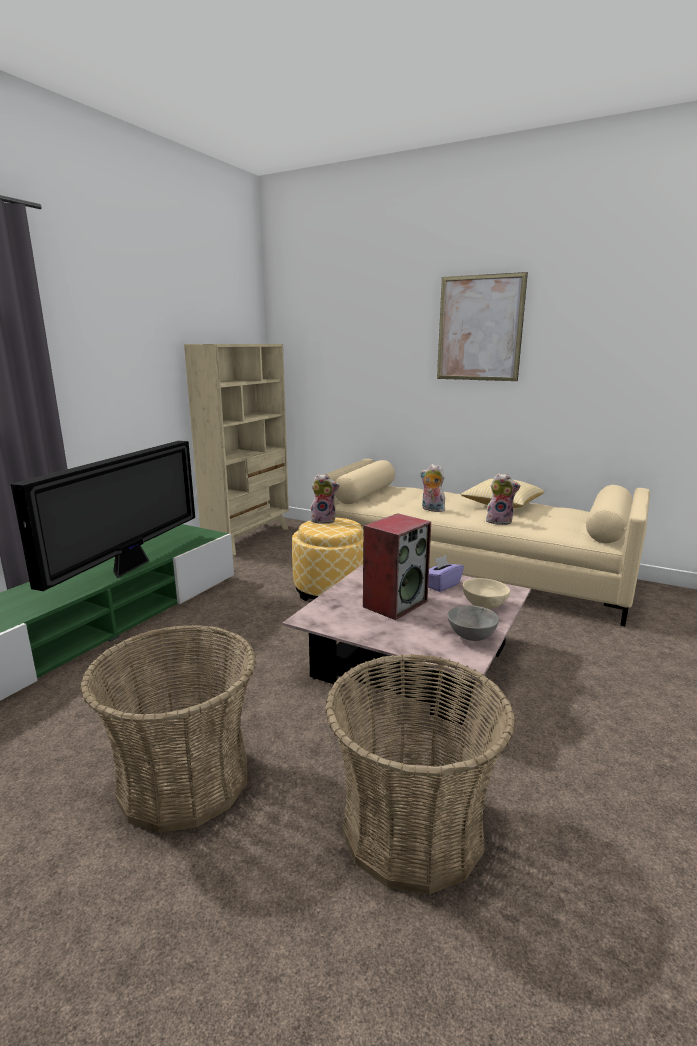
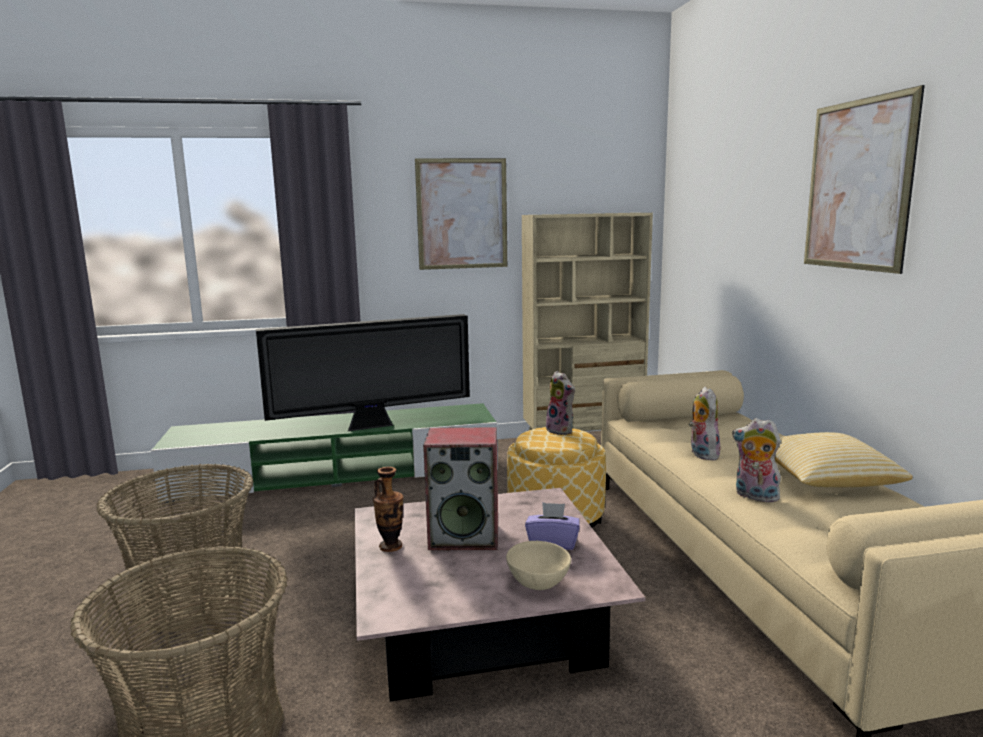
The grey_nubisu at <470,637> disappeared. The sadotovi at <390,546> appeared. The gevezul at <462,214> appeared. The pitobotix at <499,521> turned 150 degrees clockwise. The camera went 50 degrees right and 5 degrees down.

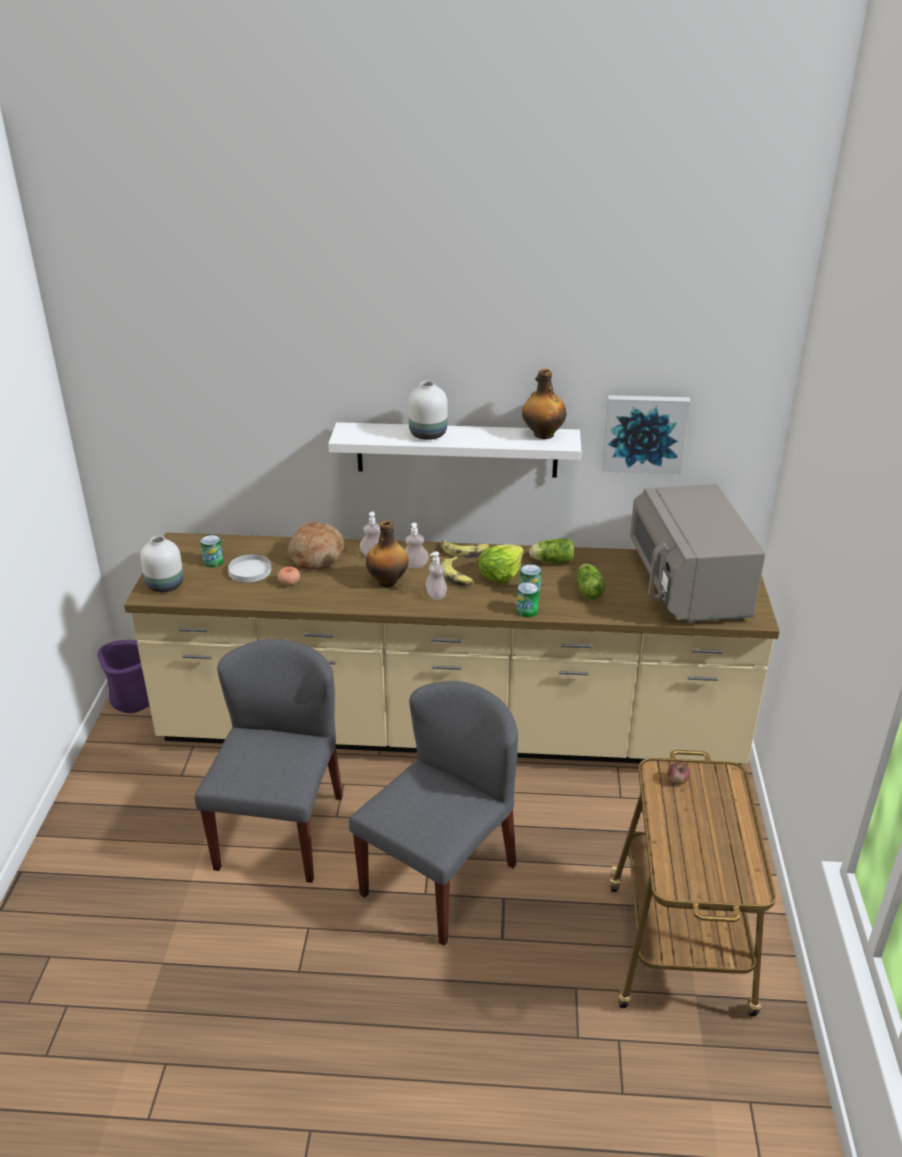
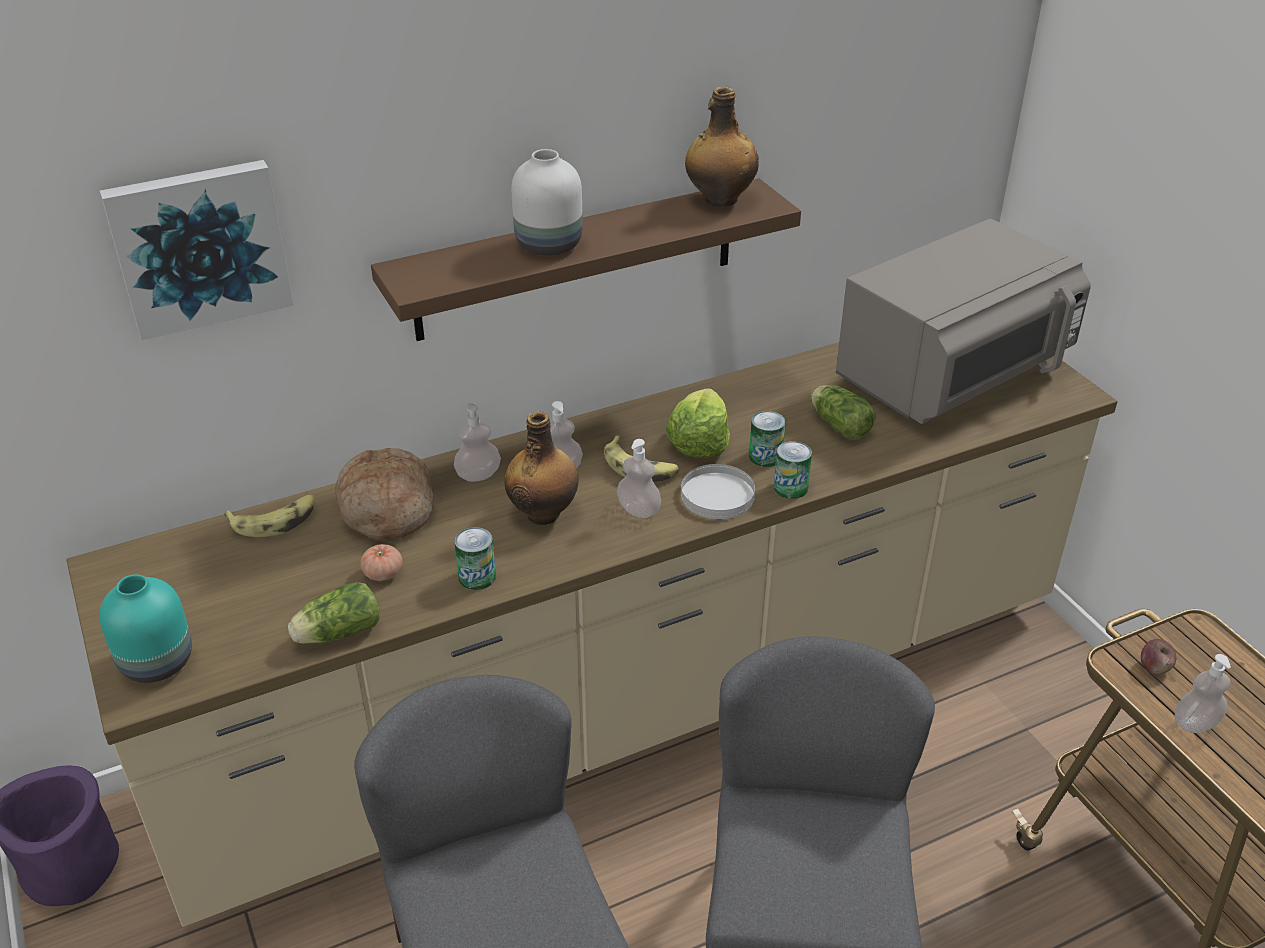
The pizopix at <1195,723> appeared. The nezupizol moved from <213,562> to <477,577>. The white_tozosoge moved from <249,570> to <717,495>. The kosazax moved from <465,552> to <275,521>. The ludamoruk moved from <551,561> to <336,633>. The gevezul moved from <644,433> to <199,246>. The white_sadotovi at <165,586> became the turquoise_sadotovi at <158,663>. The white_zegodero at <457,449> became the brown_zegodero at <577,260>. The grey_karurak at <687,587> turned 90 degrees counterclockwise. The camera went 30 degrees left and 5 degrees up.

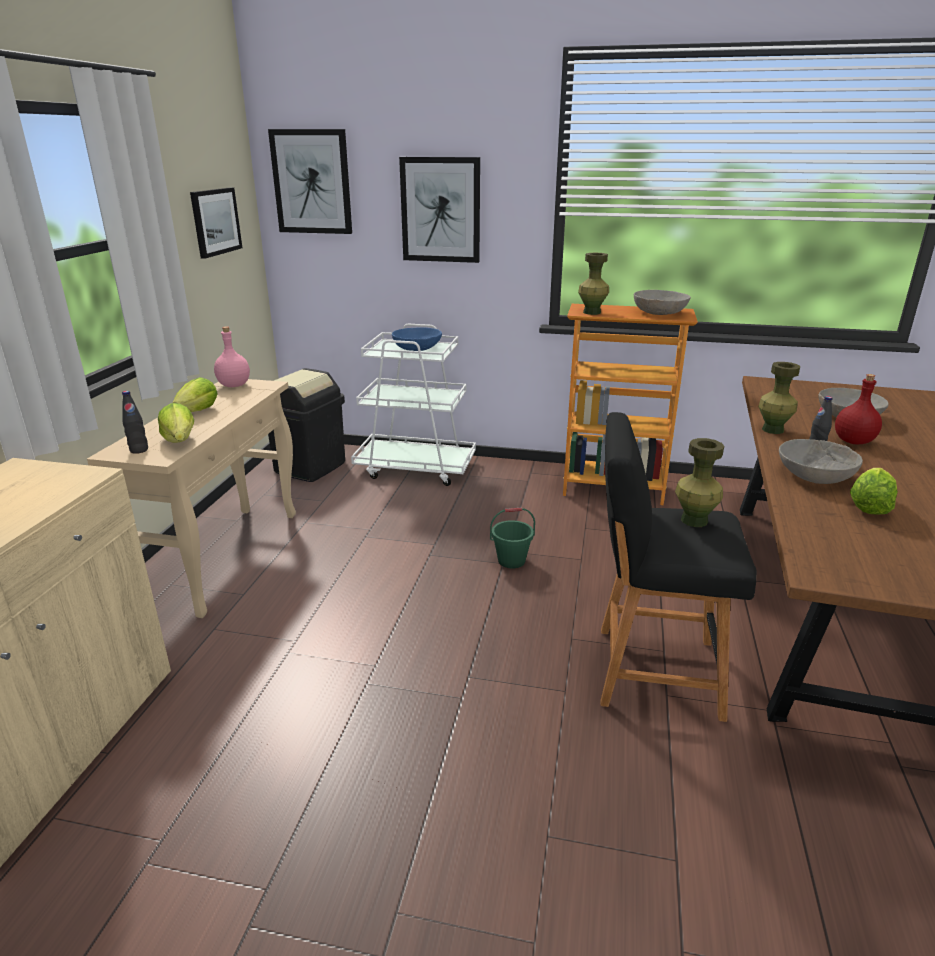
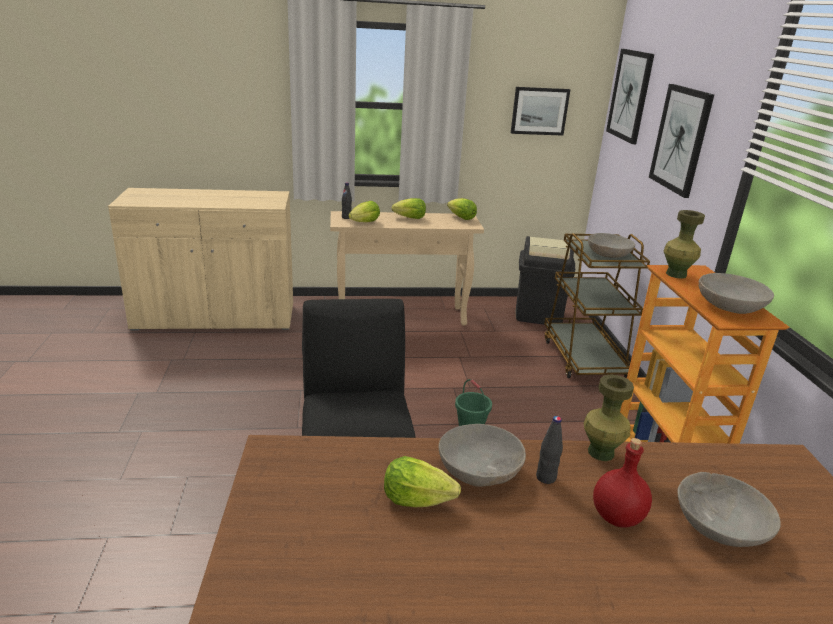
The green_sadotovi at <694,520> disappeared. The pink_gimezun at <235,385> was replaced by the ludamoruk at <461,218>. The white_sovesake at <416,468> became the brown_sovesake at <583,358>. The blue_nubisu at <417,348> became the grey_nubisu at <608,254>. The camera went 70 degrees right and 0 degrees up.

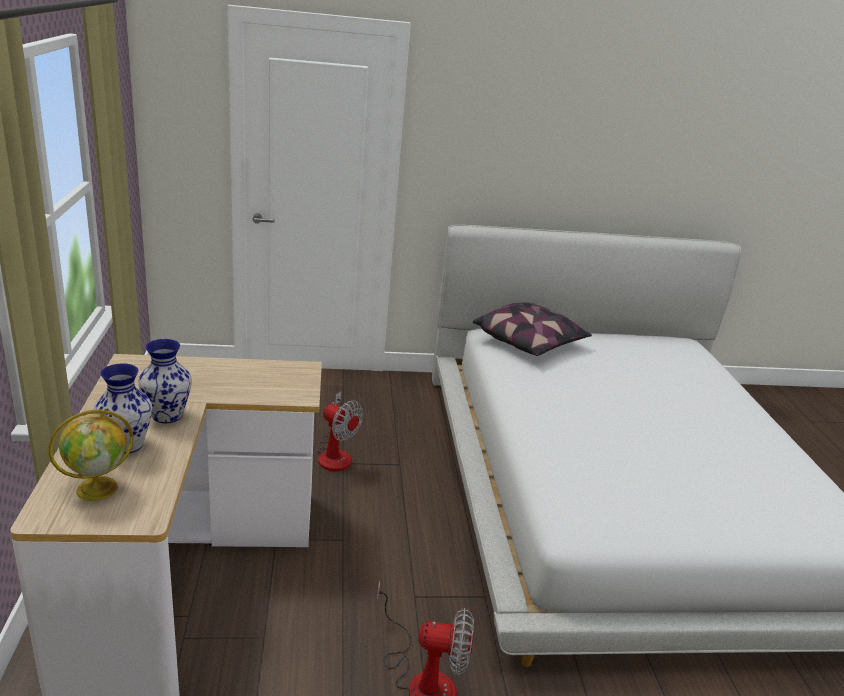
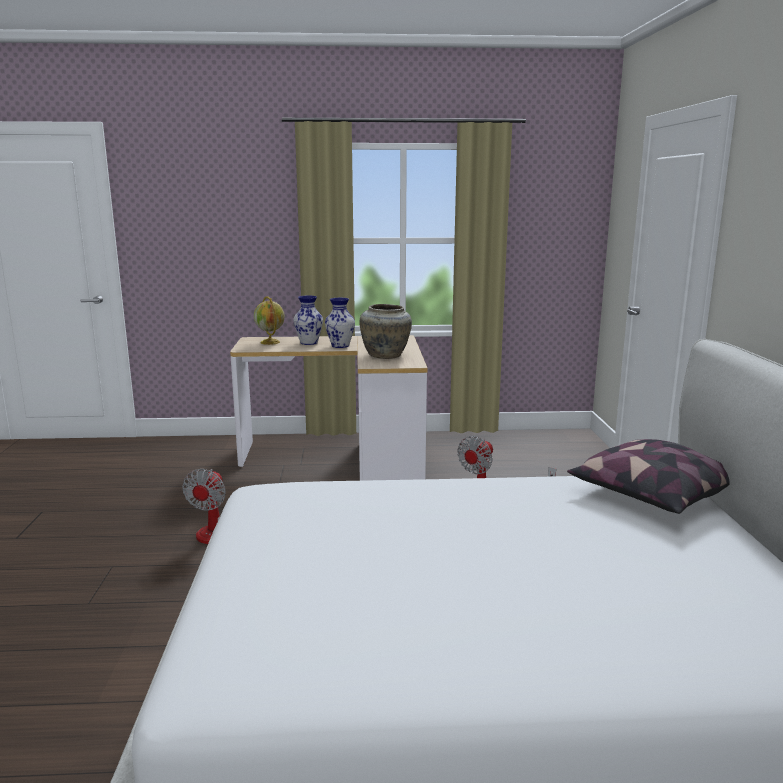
The beige_sadotovi at <385,356> appeared. The camera went 95 degrees right and 10 degrees down.

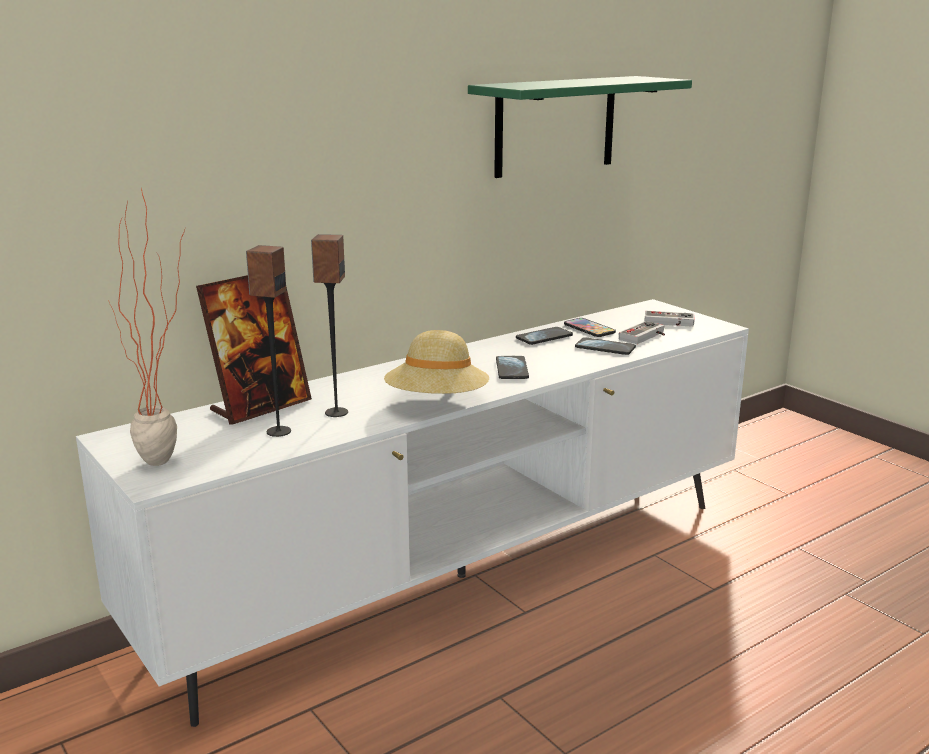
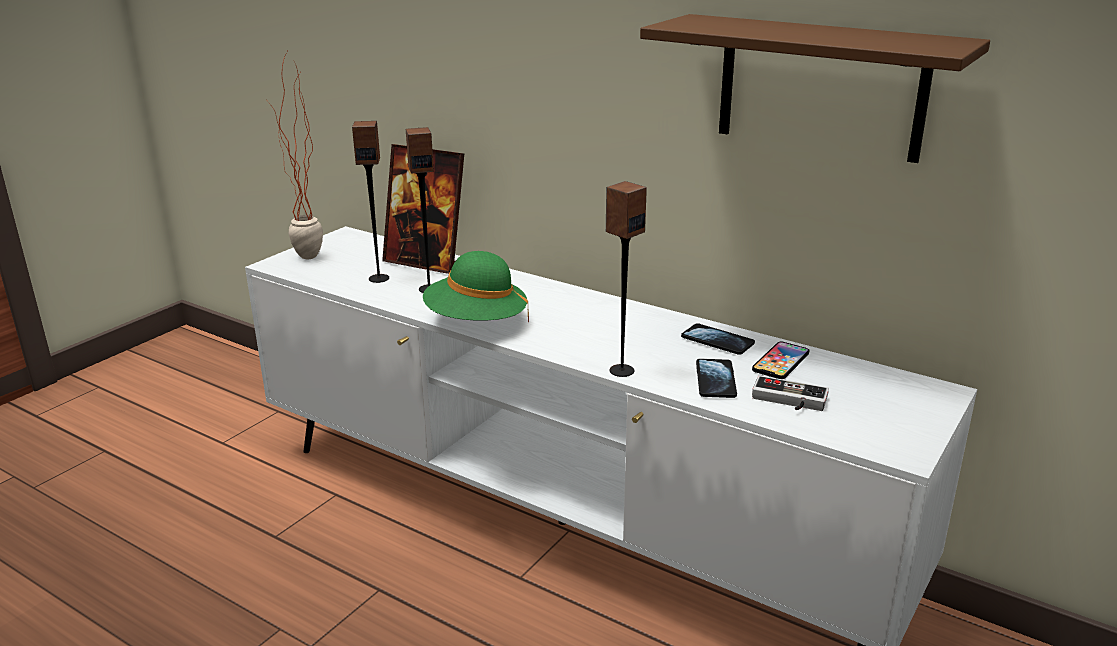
The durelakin at <512,369> disappeared. The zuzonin at <669,323> disappeared. The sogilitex at <621,370> appeared. The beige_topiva at <437,403> became the green_topiva at <476,322>. The green_zegodero at <555,126> became the brown_zegodero at <820,87>. The camera went 70 degrees right and 5 degrees up.

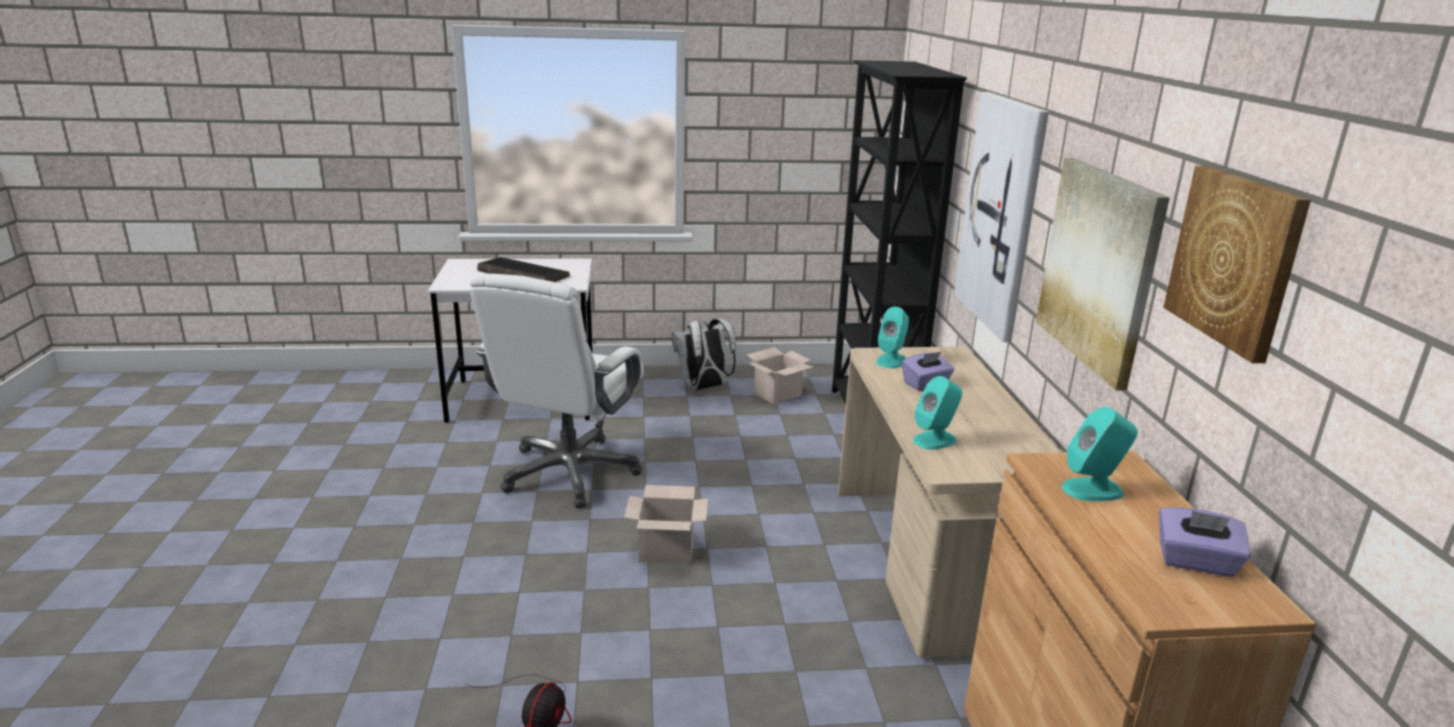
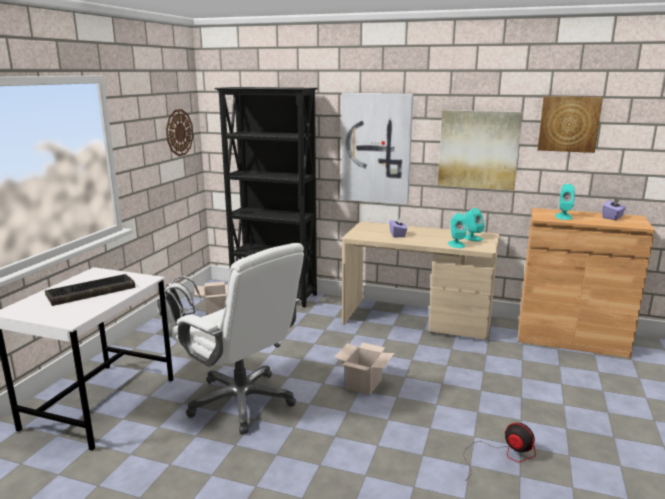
The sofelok at <179,132> appeared. The turquoise_sogilitex moved from <891,360> to <472,238>. The camera went 65 degrees left and 5 degrees down.

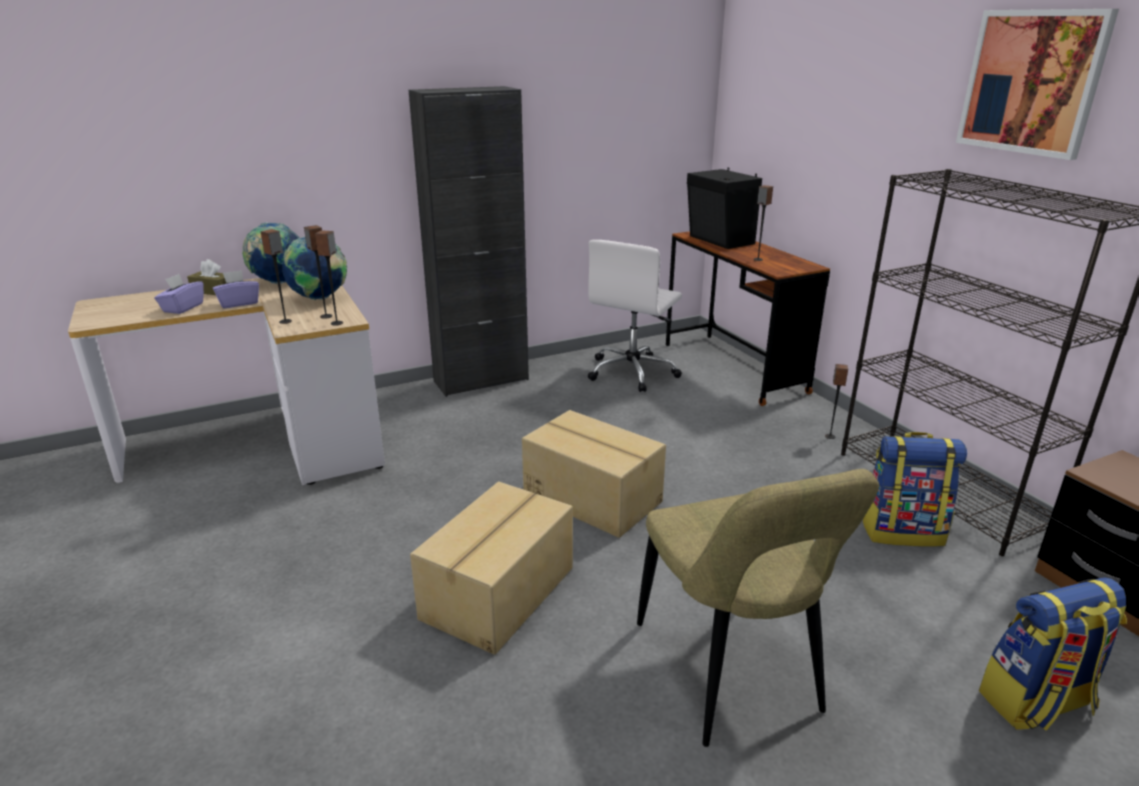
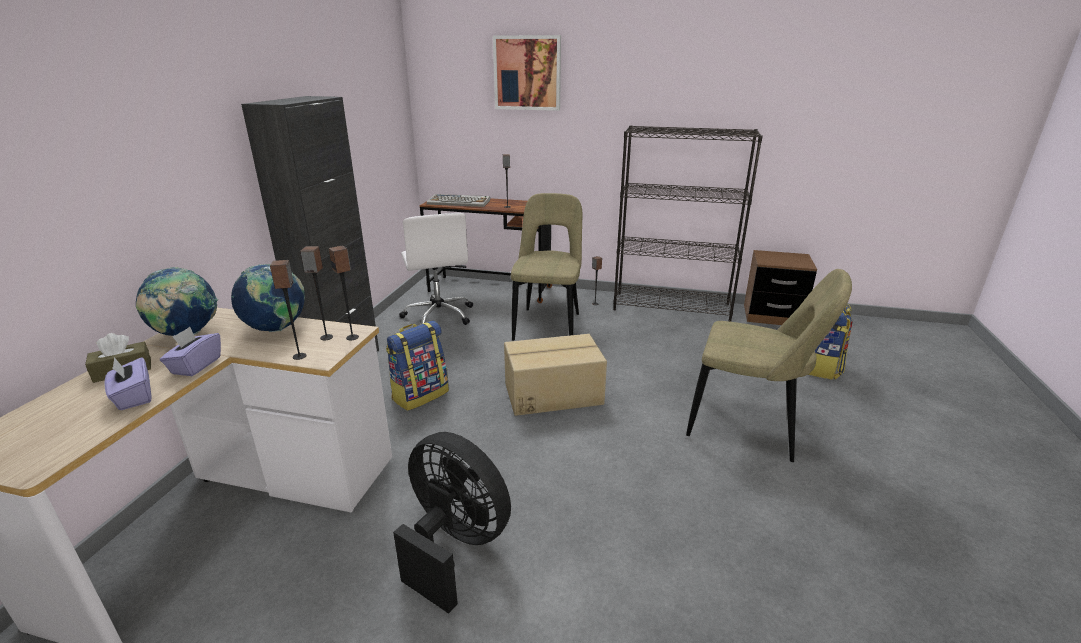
The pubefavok at <500,593> disappeared. The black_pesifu at <454,545> appeared. The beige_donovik at <548,325> appeared. The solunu moved from <902,531> to <420,395>. The gevezul moved from <1032,82> to <527,73>. The black_sogilitex at <720,240> was replaced by the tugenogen at <459,202>. The camera went 50 degrees left and 0 degrees up.

